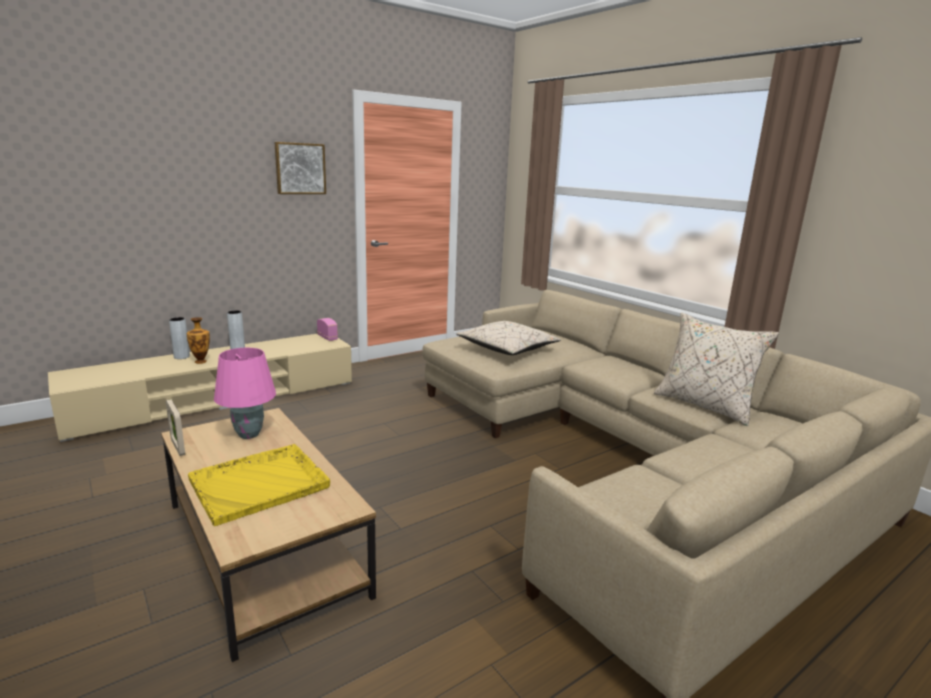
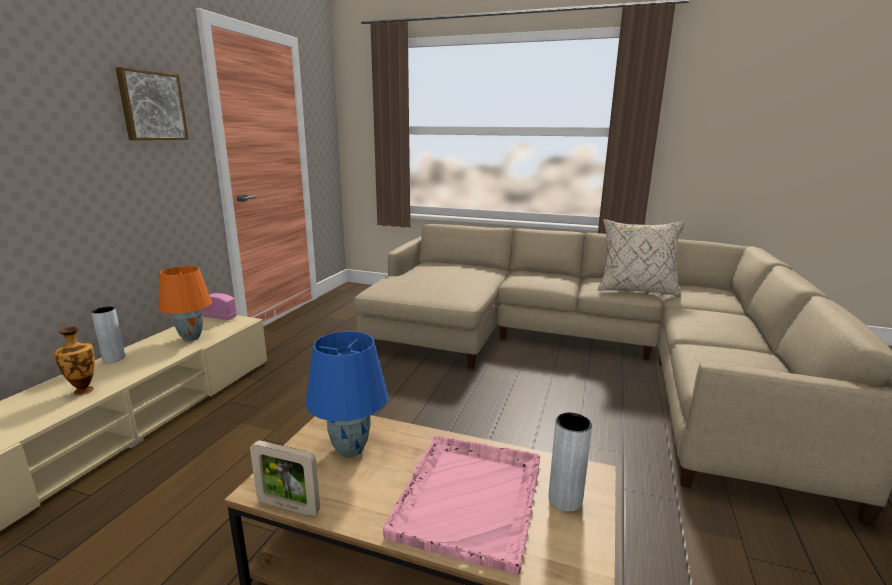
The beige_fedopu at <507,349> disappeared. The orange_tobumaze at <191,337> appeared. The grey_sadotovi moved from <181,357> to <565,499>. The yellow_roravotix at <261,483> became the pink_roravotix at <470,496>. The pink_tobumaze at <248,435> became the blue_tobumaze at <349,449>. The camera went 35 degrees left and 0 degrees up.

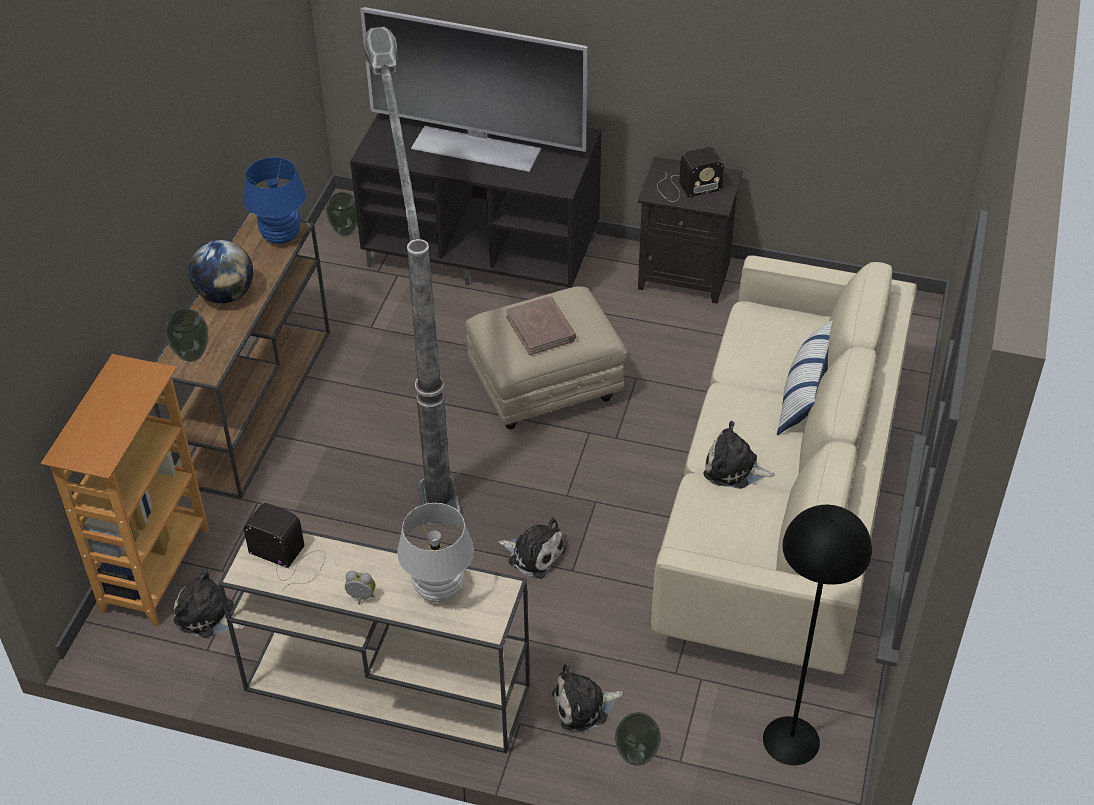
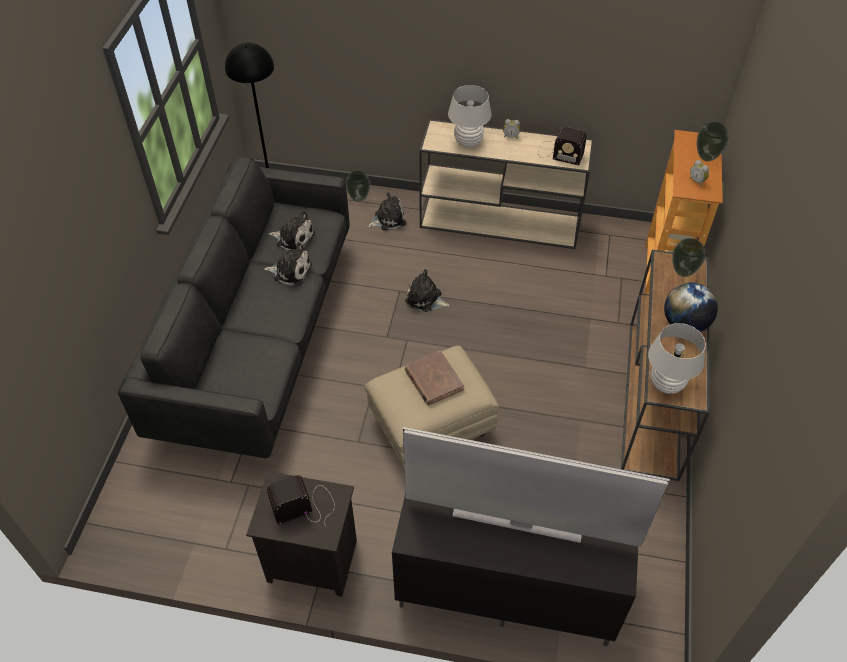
The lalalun at <421,408> disappeared. The fedopu at <804,393> disappeared. The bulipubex at <697,181> appeared. The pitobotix moved from <207,616> to <293,238>. The sadotovi moved from <345,232> to <707,157>. The blue_tobumaze at <281,236> became the white_tobumaze at <666,384>. The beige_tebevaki at <779,508> became the black_tebevaki at <260,339>. The camera went 175 degrees right and 5 degrees up.

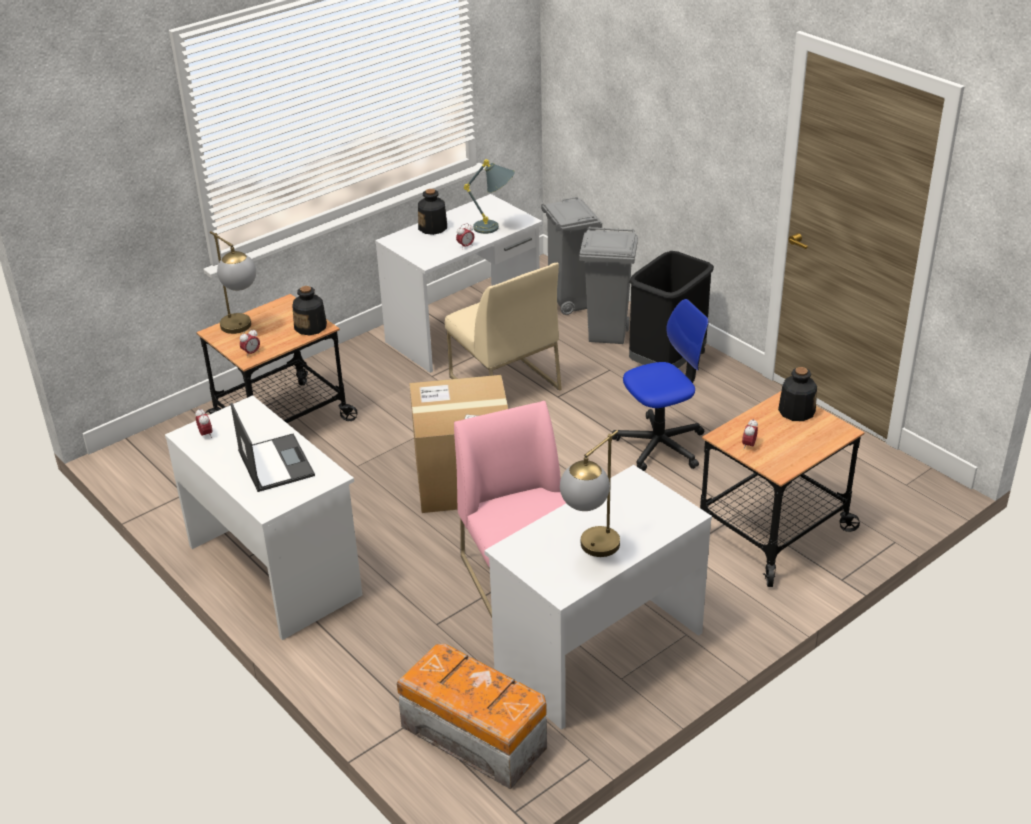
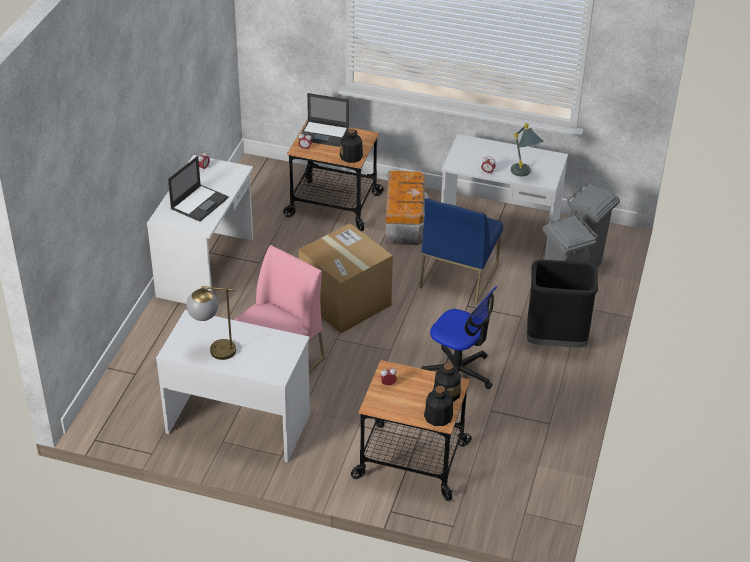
The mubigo moved from <474,734> to <404,221>. The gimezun moved from <433,228> to <438,417>. The tobumaze at <242,330> was replaced by the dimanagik at <324,134>. The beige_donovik at <503,383> became the blue_donovik at <458,275>. The camera went 55 degrees right and 5 degrees up.

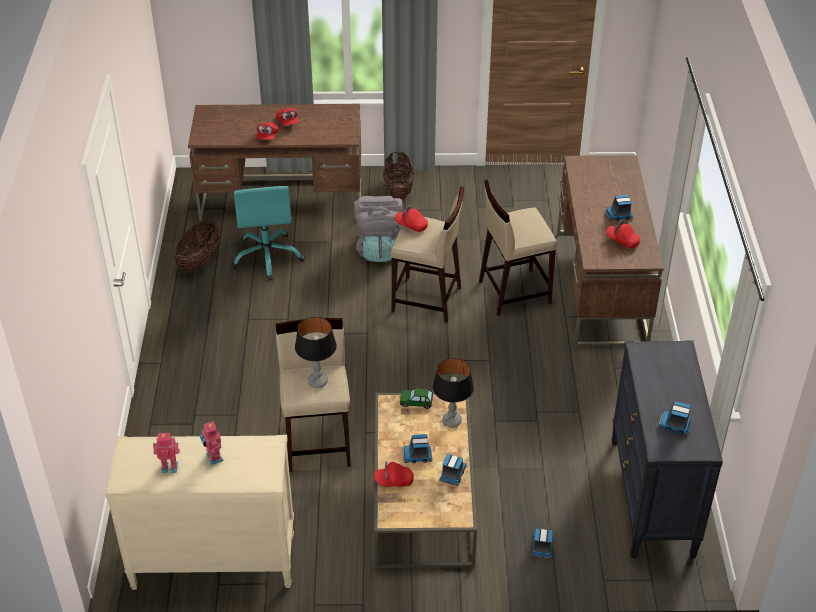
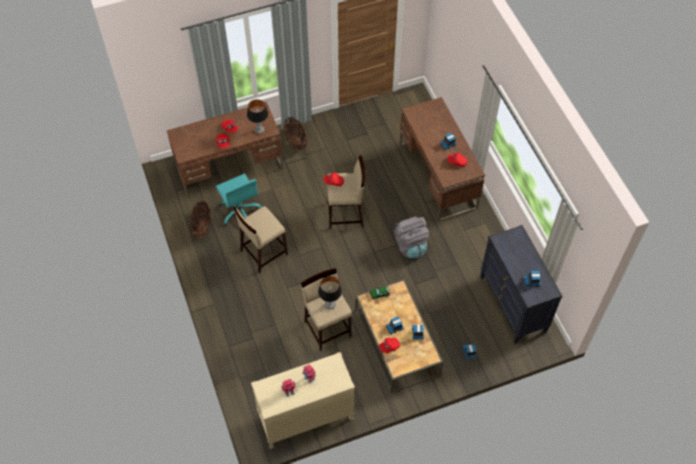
The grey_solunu moved from <379,248> to <410,245>. The tobumaze moved from <452,421> to <259,130>. The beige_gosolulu moved from <513,292> to <263,252>. The camera went 20 degrees left and 15 degrees up.

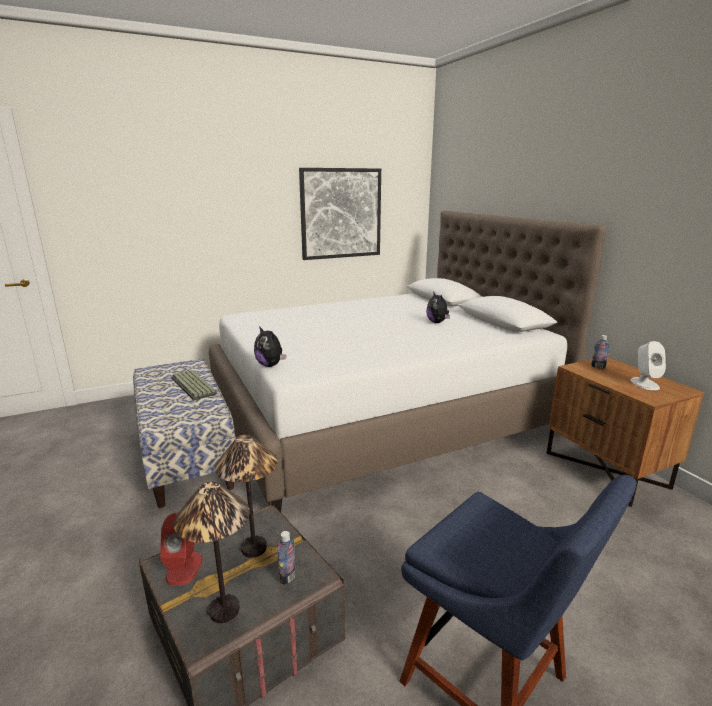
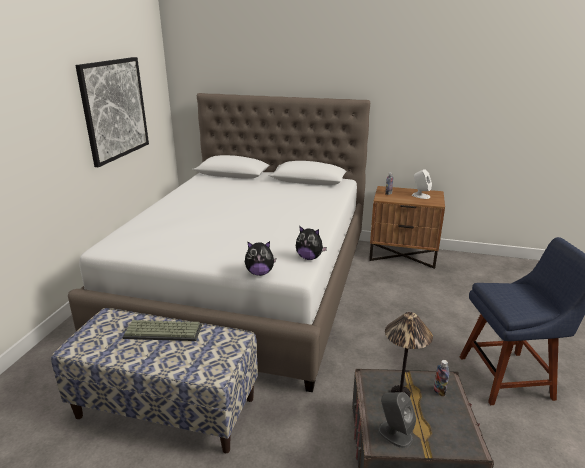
The tobumaze at <223,611> disappeared. The pitobotix moved from <437,322> to <309,258>. The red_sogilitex at <184,567> became the grey_sogilitex at <394,434>. The camera went 50 degrees left and 5 degrees up.

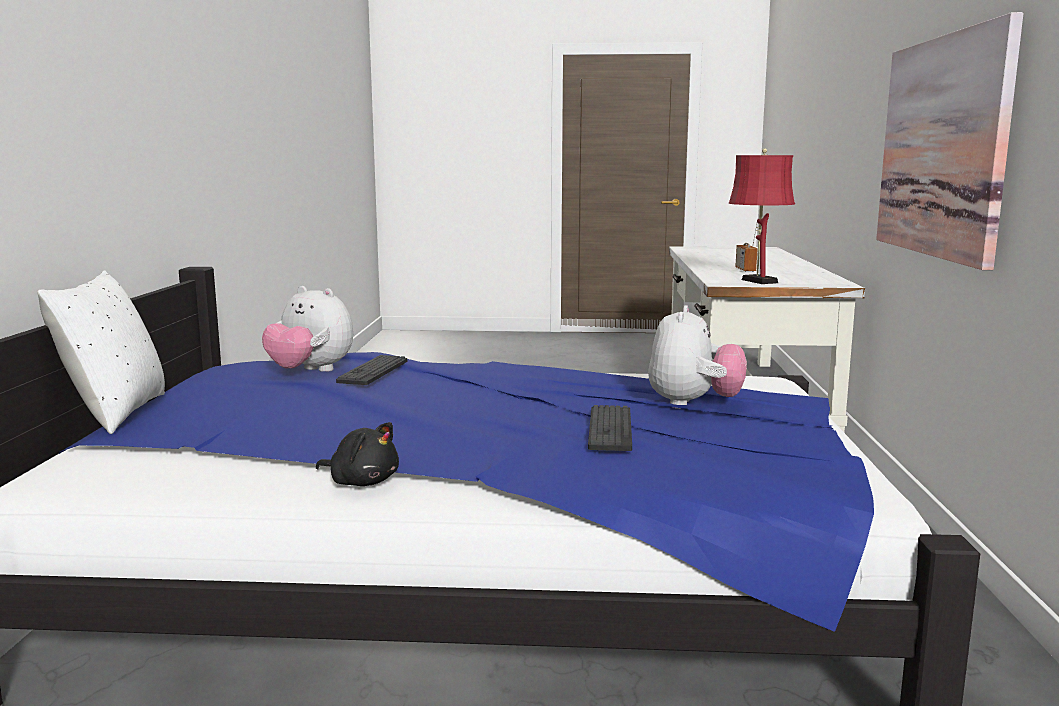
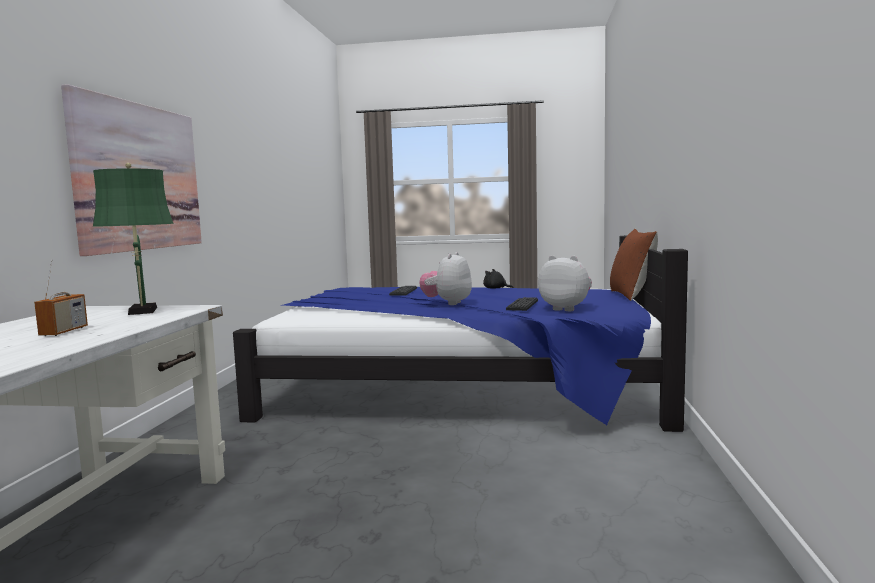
The pitobotix moved from <693,404> to <447,303>. The white_fedopu at <114,413> became the brown_fedopu at <632,295>. The red_tobumaze at <757,281> became the green_tobumaze at <142,311>. The camera went 175 degrees left and 5 degrees down.

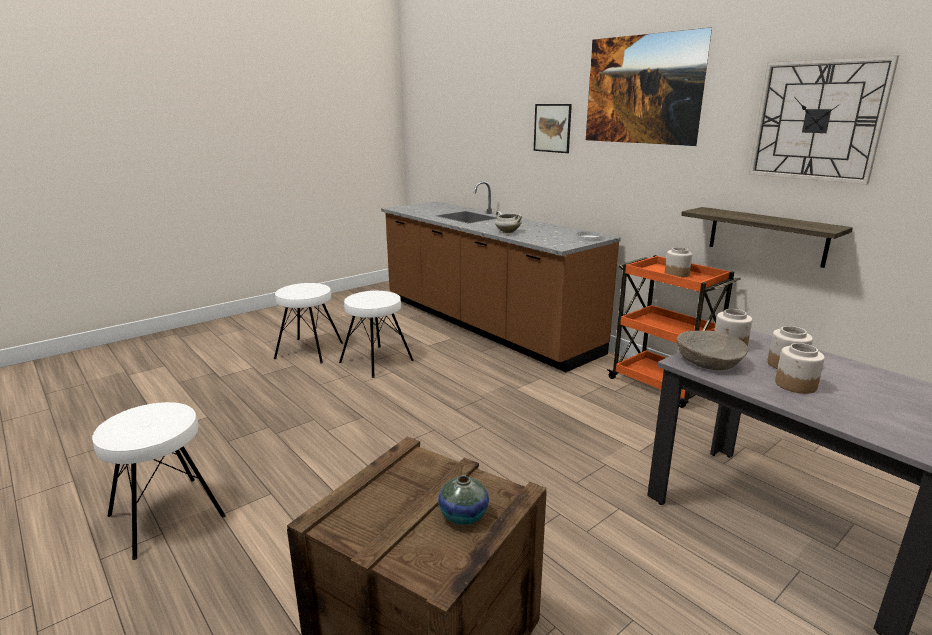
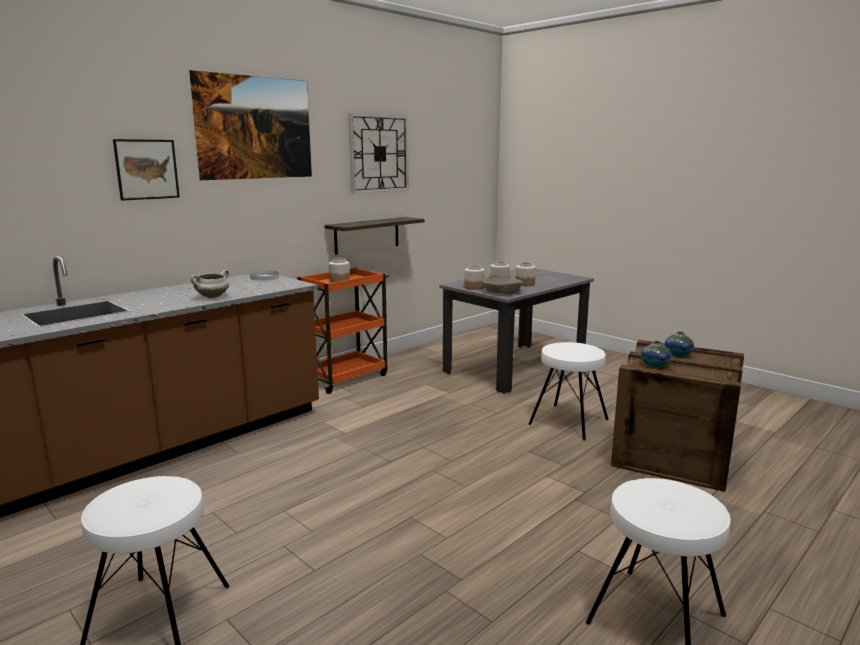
The sadotovi at <654,365> appeared. The white_gosolulu moved from <377,361> to <568,421>. The camera went 95 degrees left and 5 degrees down.

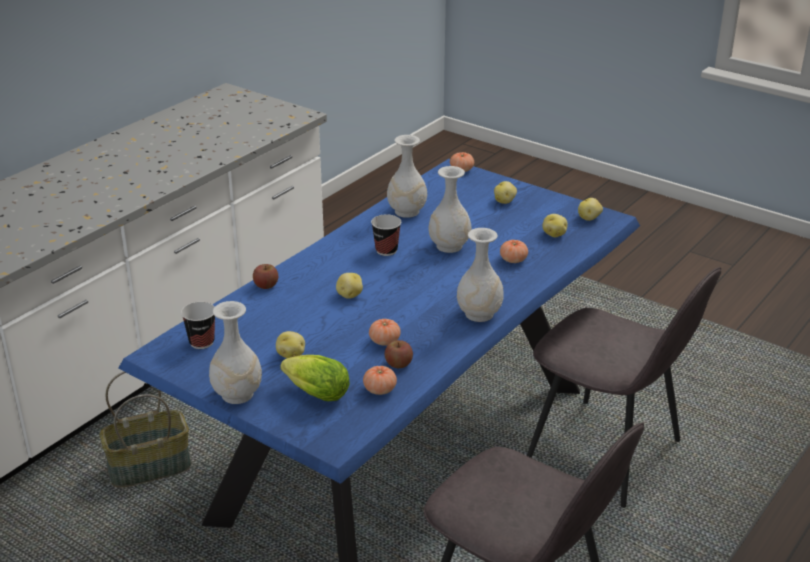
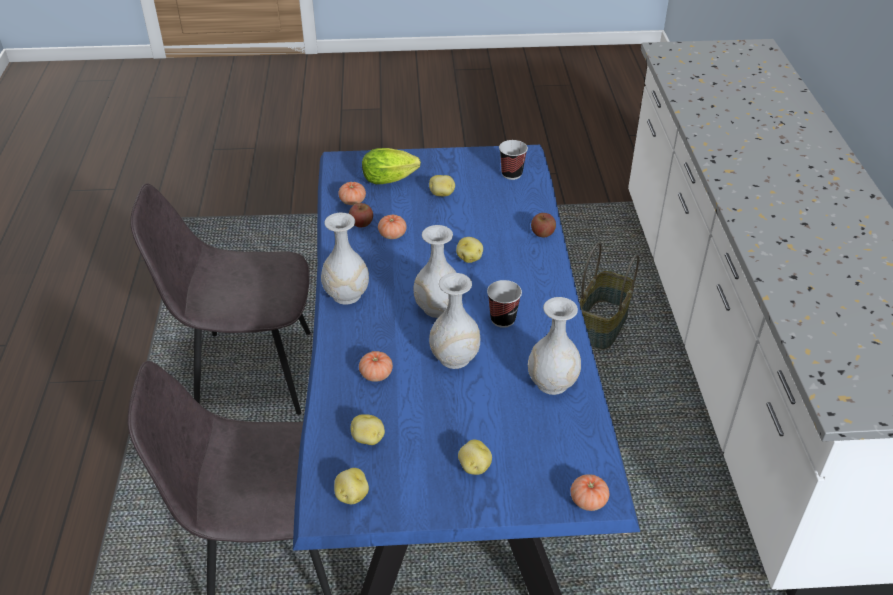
The white_sadotovi moved from <237,394> to <438,307>. The camera went 140 degrees right and 10 degrees up.

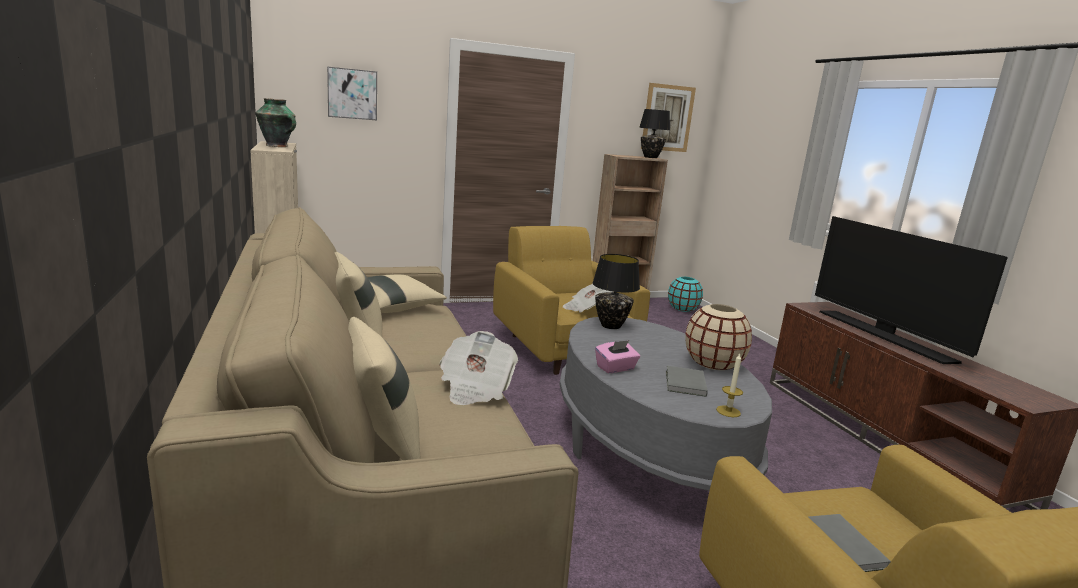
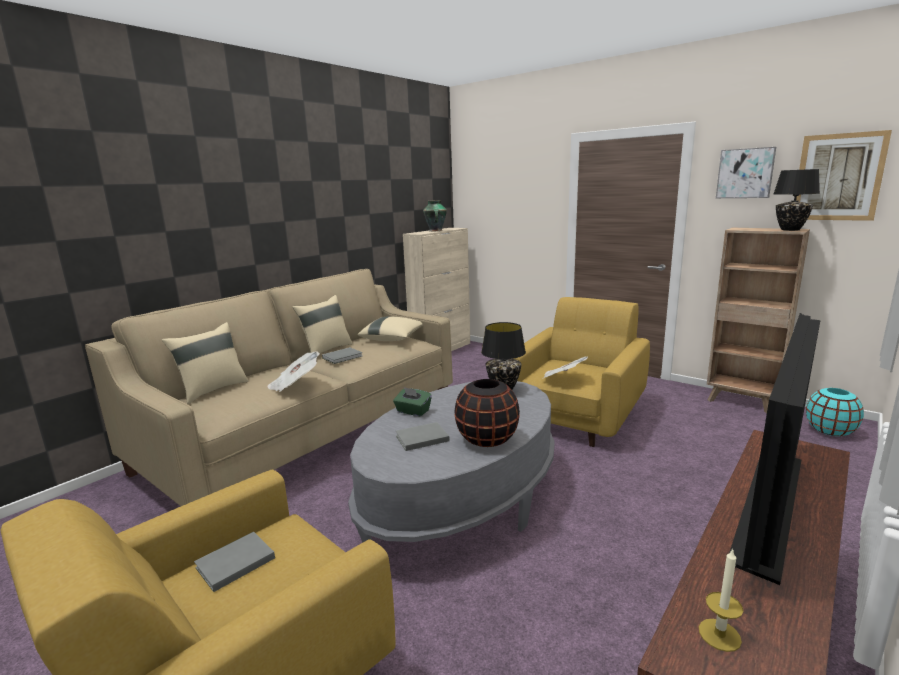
The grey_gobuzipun at <343,357> appeared. The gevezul moved from <352,94> to <745,173>. The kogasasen moved from <728,411> to <719,635>. The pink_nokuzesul at <615,368> became the green_nokuzesul at <412,411>. The beige_sadotovi at <713,364> became the black_sadotovi at <487,440>. The camera went 60 degrees right and 0 degrees up.

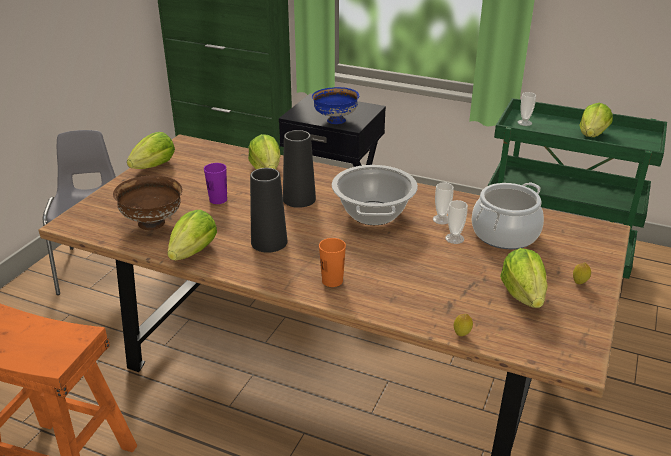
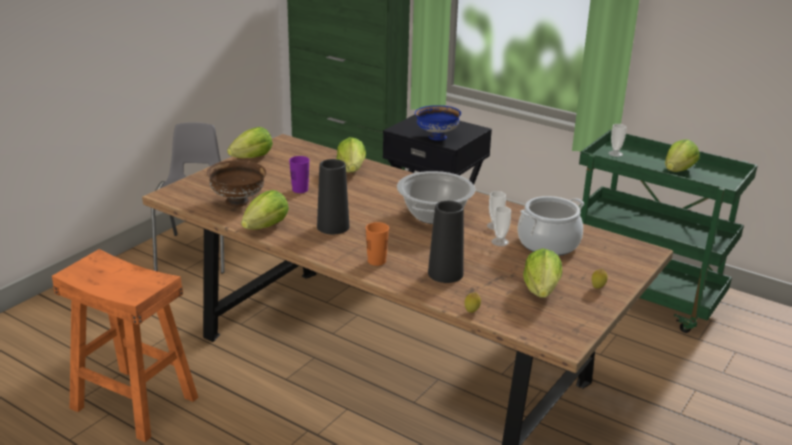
The black_sadotovi moved from <299,199> to <445,273>. The camera went 10 degrees right and 5 degrees down.

